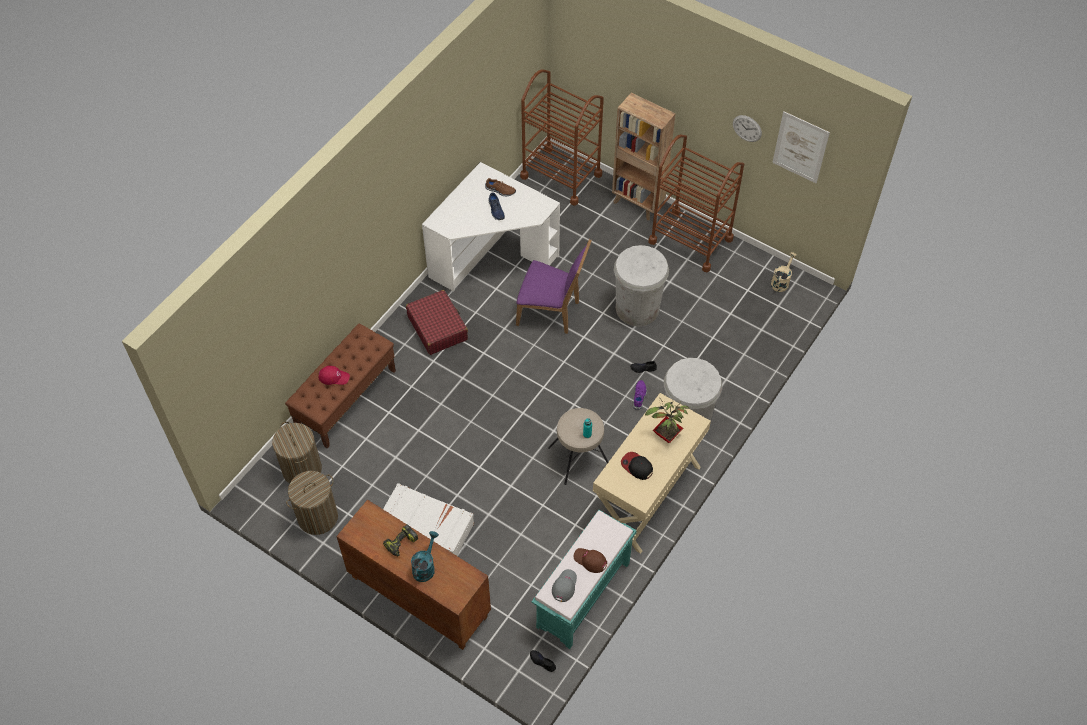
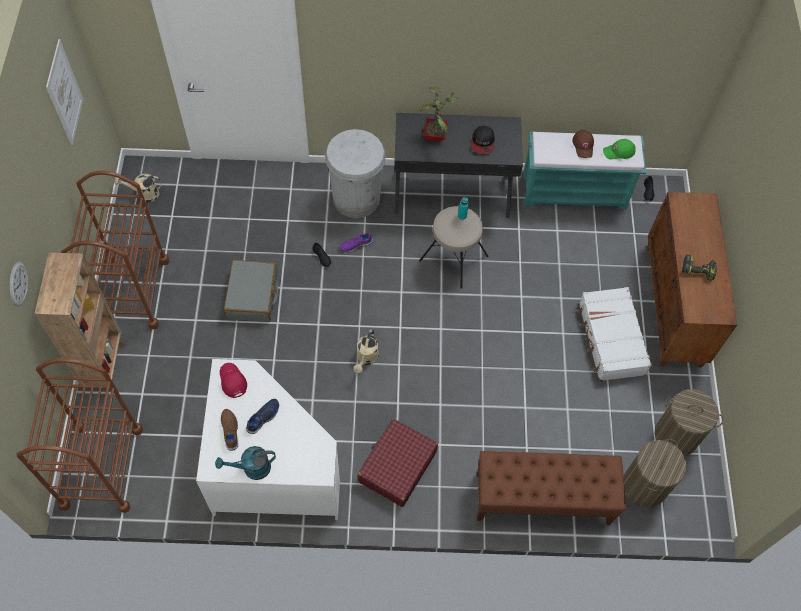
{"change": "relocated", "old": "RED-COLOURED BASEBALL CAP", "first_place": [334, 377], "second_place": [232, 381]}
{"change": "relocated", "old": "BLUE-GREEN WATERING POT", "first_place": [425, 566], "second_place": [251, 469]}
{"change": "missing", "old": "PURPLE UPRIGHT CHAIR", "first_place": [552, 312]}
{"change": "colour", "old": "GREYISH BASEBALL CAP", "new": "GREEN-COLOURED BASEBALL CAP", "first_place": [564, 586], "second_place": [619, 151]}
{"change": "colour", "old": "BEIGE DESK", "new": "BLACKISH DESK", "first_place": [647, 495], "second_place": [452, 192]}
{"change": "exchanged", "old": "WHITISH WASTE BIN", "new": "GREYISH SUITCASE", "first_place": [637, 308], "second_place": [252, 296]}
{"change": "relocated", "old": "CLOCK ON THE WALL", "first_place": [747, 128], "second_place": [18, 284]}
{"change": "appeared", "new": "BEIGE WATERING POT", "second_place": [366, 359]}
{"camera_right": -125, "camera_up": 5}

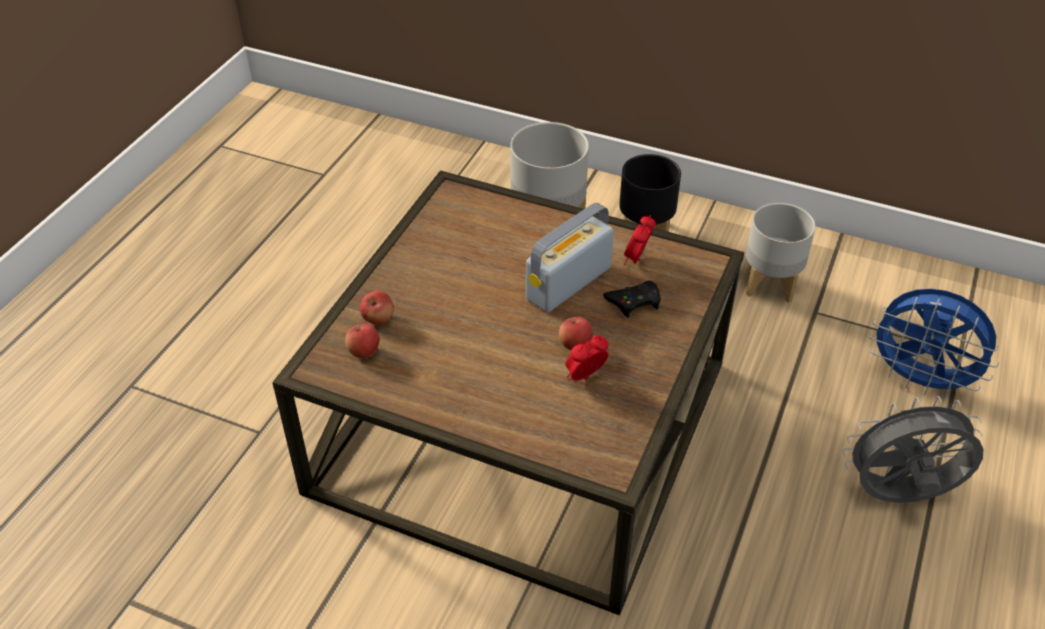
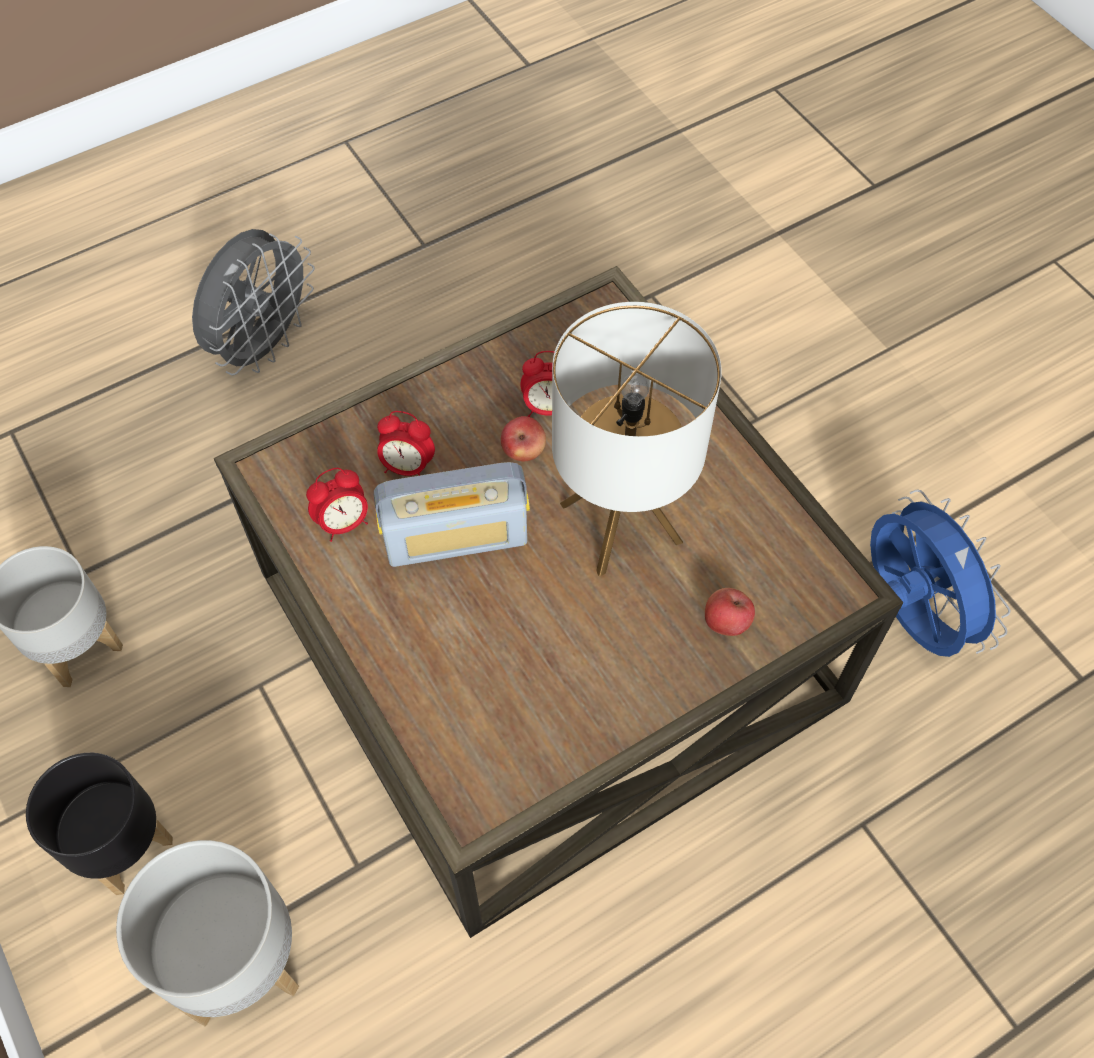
{"change": "missing", "old": "WHOLE APPLE", "first_place": [364, 352]}
{"change": "exchanged", "old": "BLACKISH GAMEPAD", "new": "BEDSIDE CLOCK", "first_place": [634, 302], "second_place": [407, 466]}
{"change": "spun", "old": "GREYISH FAN", "first_place": [899, 497], "second_place": [264, 345], "degrees": -90}
{"change": "relocated", "old": "BLUE-COLOURED FAN", "first_place": [920, 380], "second_place": [907, 617]}
{"change": "appeared", "new": "TABLE LAMP", "second_place": [620, 522]}
{"camera_right": -145, "camera_up": 15}

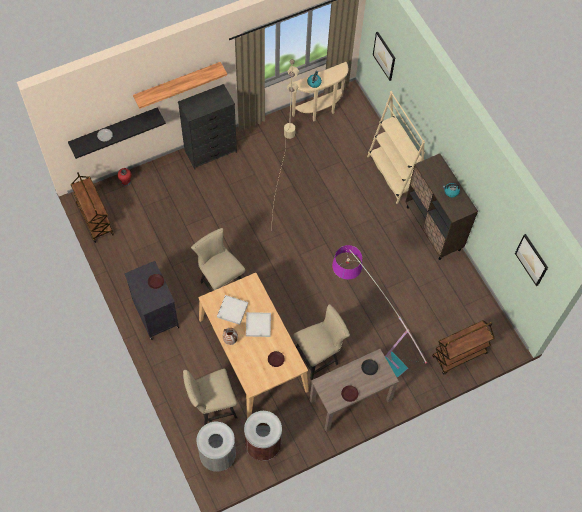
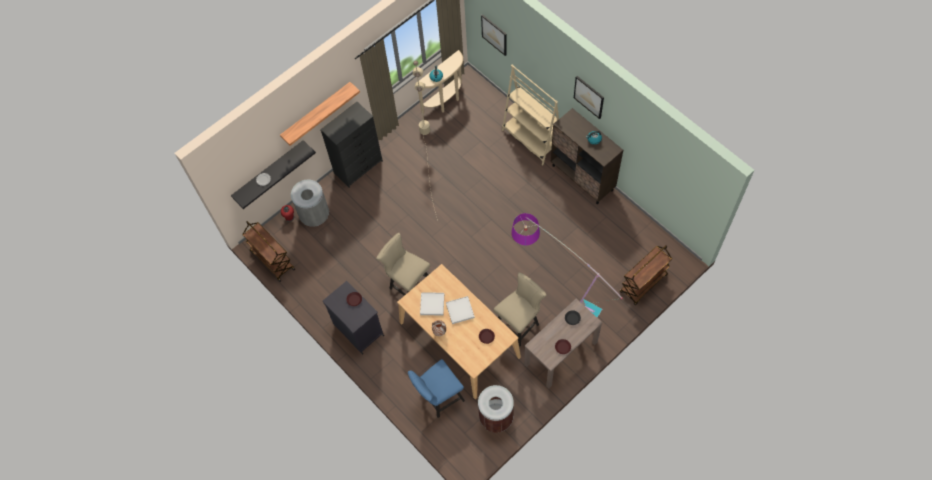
{"change": "colour", "old": "BEIGE UPRIGHT CHAIR", "new": "BLUE-COLOURED UPRIGHT CHAIR", "first_place": [212, 407], "second_place": [439, 398]}
{"change": "relocated", "old": "GREYISH WASTE BIN", "first_place": [217, 455], "second_place": [314, 215]}
{"change": "relocated", "old": "WALL ART", "first_place": [532, 259], "second_place": [589, 97]}
{"camera_right": -10, "camera_up": 0}

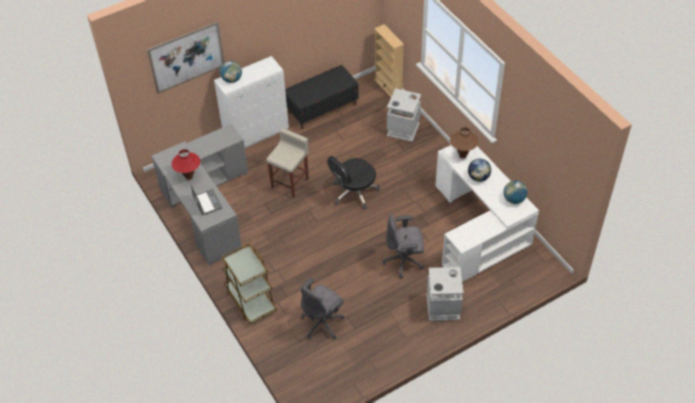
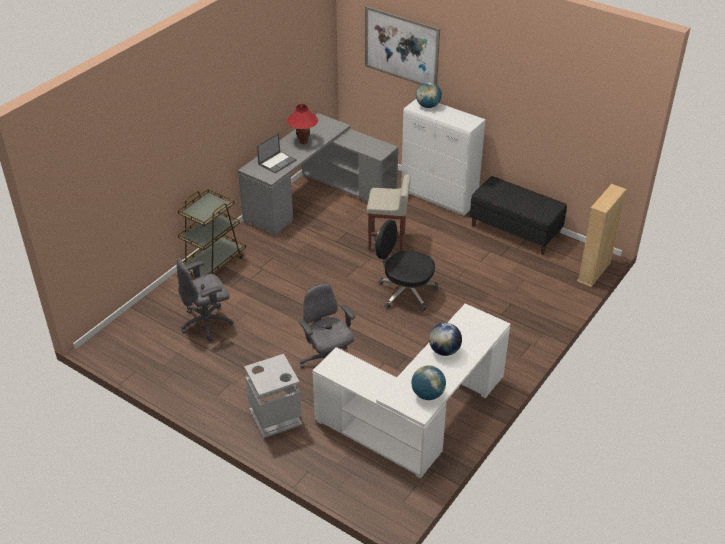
{"change": "spun", "old": "GREYISH DESK CHAIR", "first_place": [323, 323], "second_place": [207, 323], "degrees": -45}
{"change": "missing", "old": "GREYISH WASTE BIN", "first_place": [403, 129]}
{"change": "missing", "old": "BROWN TABLE LAMP", "first_place": [462, 156]}
{"camera_right": 65, "camera_up": -10}

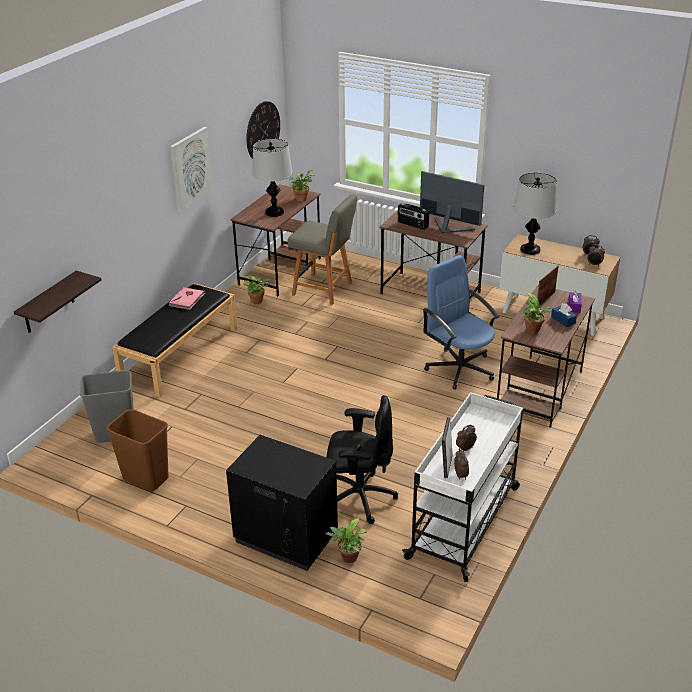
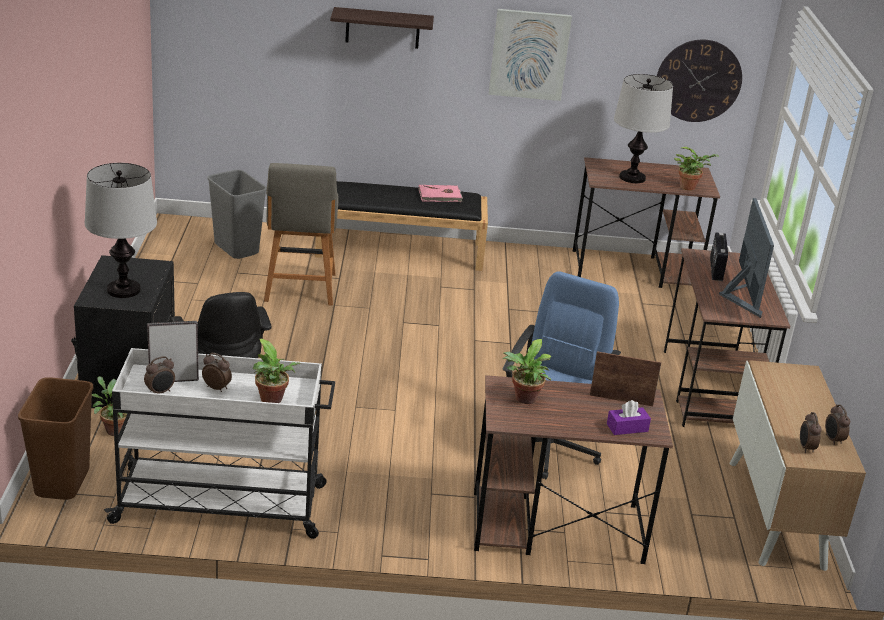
{"change": "relocated", "old": "BRACKET SHELF", "first_place": [48, 303], "second_place": [382, 28]}
{"change": "relocated", "old": "BROWN WASTE BIN", "first_place": [145, 479], "second_place": [61, 482]}
{"change": "relocated", "old": "POTTED PLANT", "first_place": [258, 301], "second_place": [273, 400]}
{"change": "relocated", "old": "GREYISH UPRIGHT CHAIR", "first_place": [324, 289], "second_place": [300, 289]}
{"change": "relocated", "old": "TABLE LAMP", "first_place": [530, 250], "second_place": [123, 290]}
{"change": "missing", "old": "BLUE-COLOURED BOX OF TISSUES", "first_place": [563, 320]}
{"camera_right": 60, "camera_up": -5}

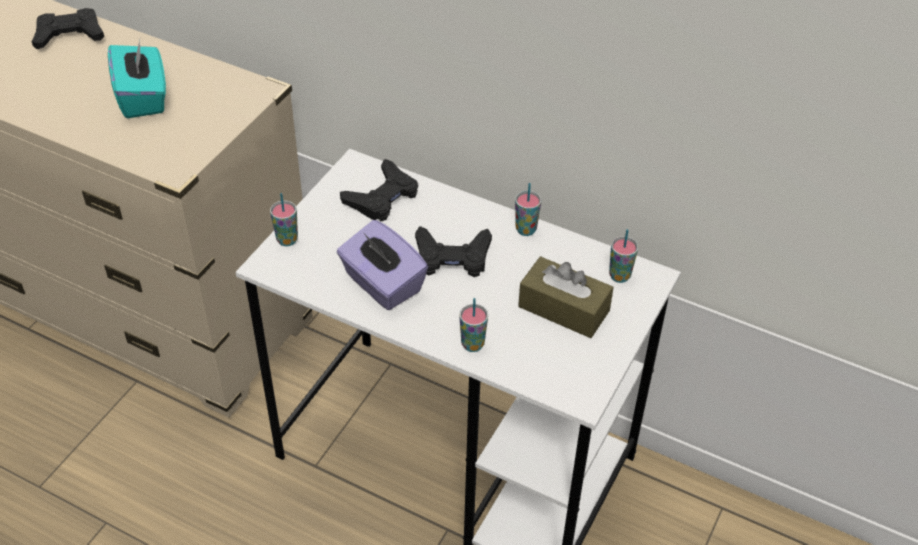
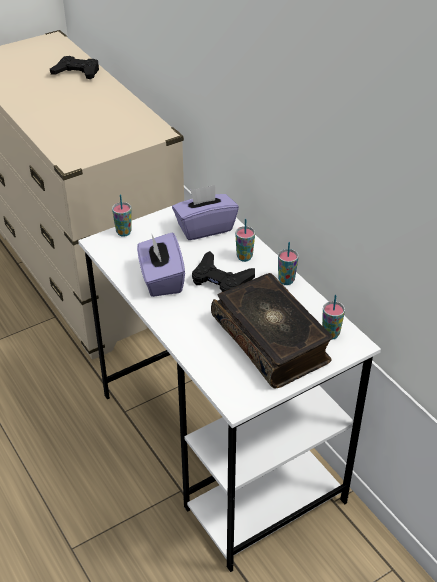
{"change": "missing", "old": "BLUE-GREEN BOX OF TISSUES", "first_place": [143, 98]}
{"change": "exchanged", "old": "BLACKISH GAMEPAD", "new": "PURPLE BOX OF TISSUES", "first_place": [382, 197], "second_place": [205, 228]}
{"change": "relocated", "old": "SMALL CUP", "first_place": [472, 344], "second_place": [244, 257]}
{"change": "exchanged", "old": "BROWN BOX OF TISSUES", "new": "VOLUME", "first_place": [563, 308], "second_place": [272, 340]}
{"camera_right": 30, "camera_up": -5}

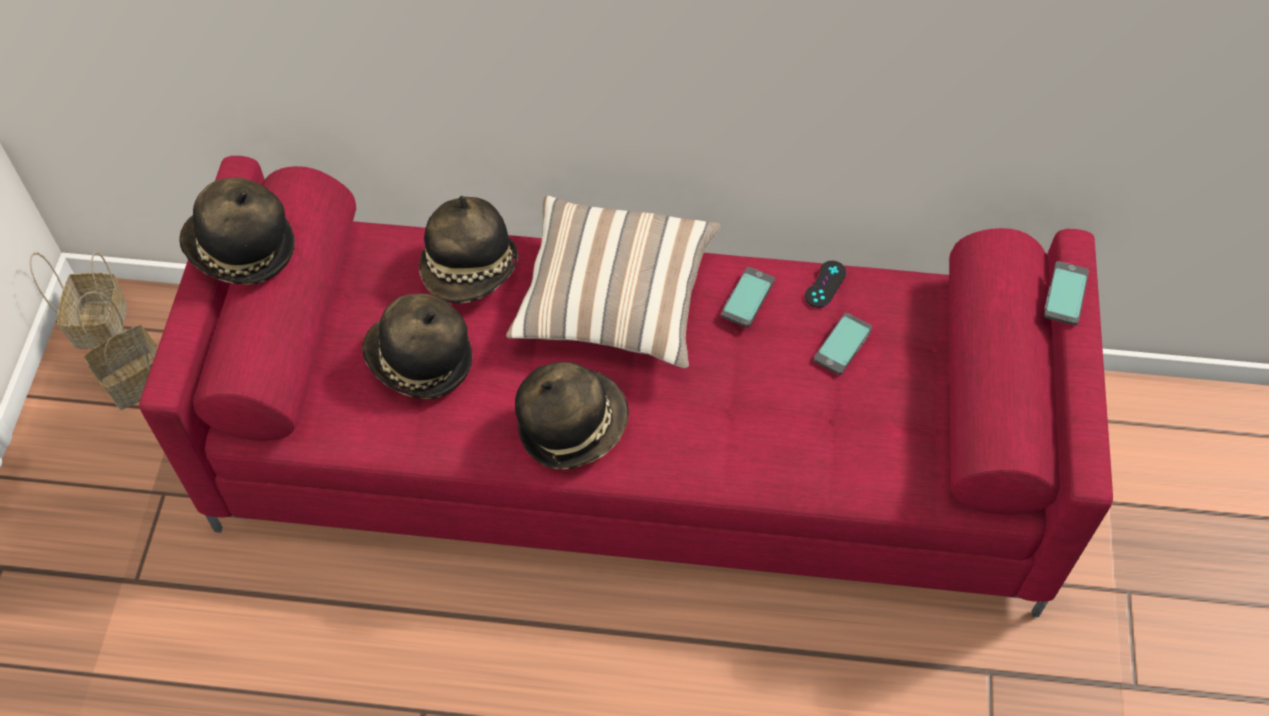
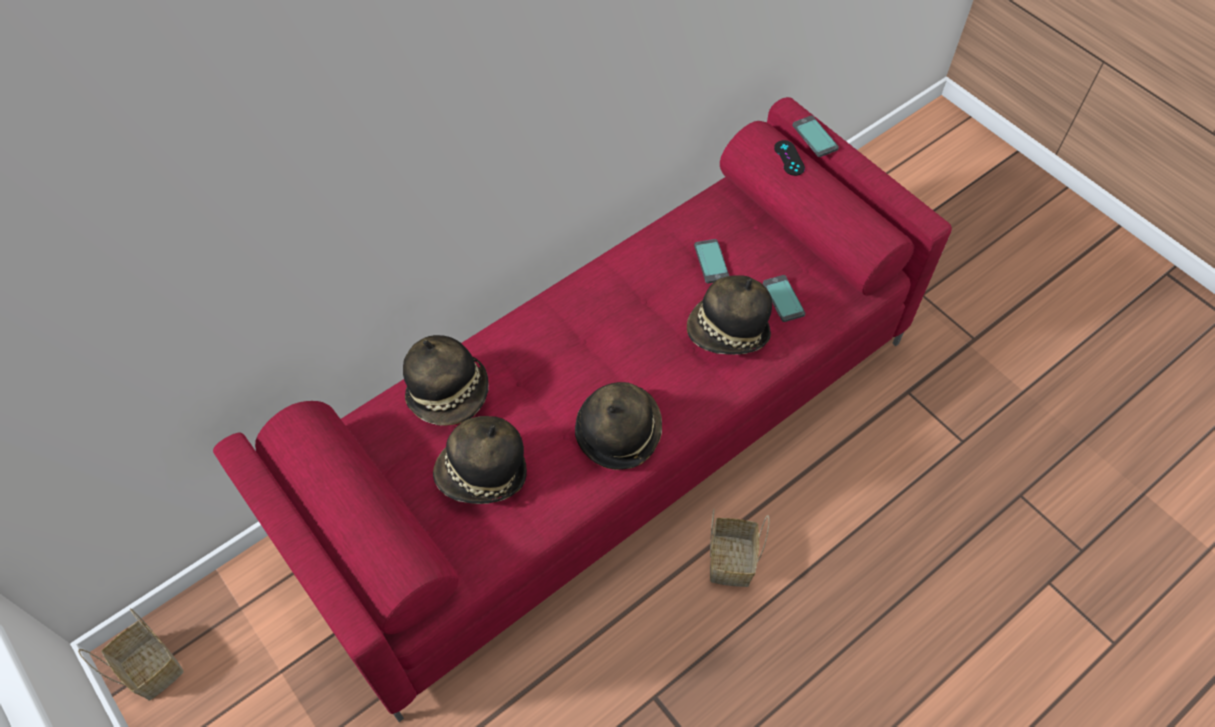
{"change": "relocated", "old": "HOUSEHOLD BASKET", "first_place": [137, 378], "second_place": [730, 559]}
{"change": "relocated", "old": "CLOTHING HAT", "first_place": [241, 251], "second_place": [728, 333]}
{"change": "missing", "old": "THROW PILLOW", "first_place": [615, 301]}
{"change": "relocated", "old": "TELEPHONE", "first_place": [747, 298], "second_place": [783, 299]}
{"change": "relocated", "old": "BLACKISH GAMEPAD", "first_place": [825, 284], "second_place": [789, 158]}
{"camera_right": -45, "camera_up": 0}

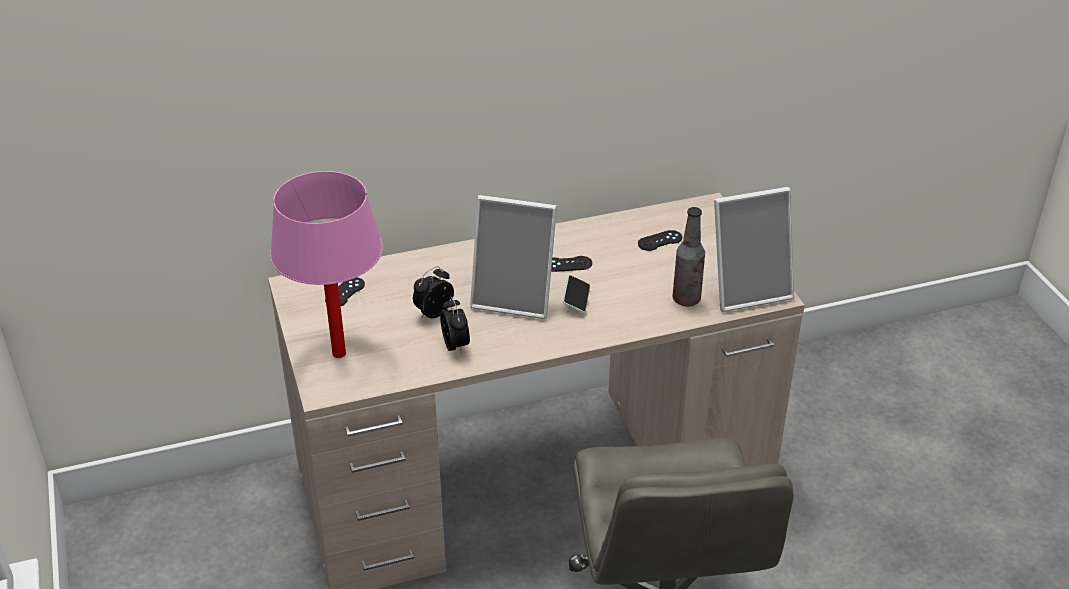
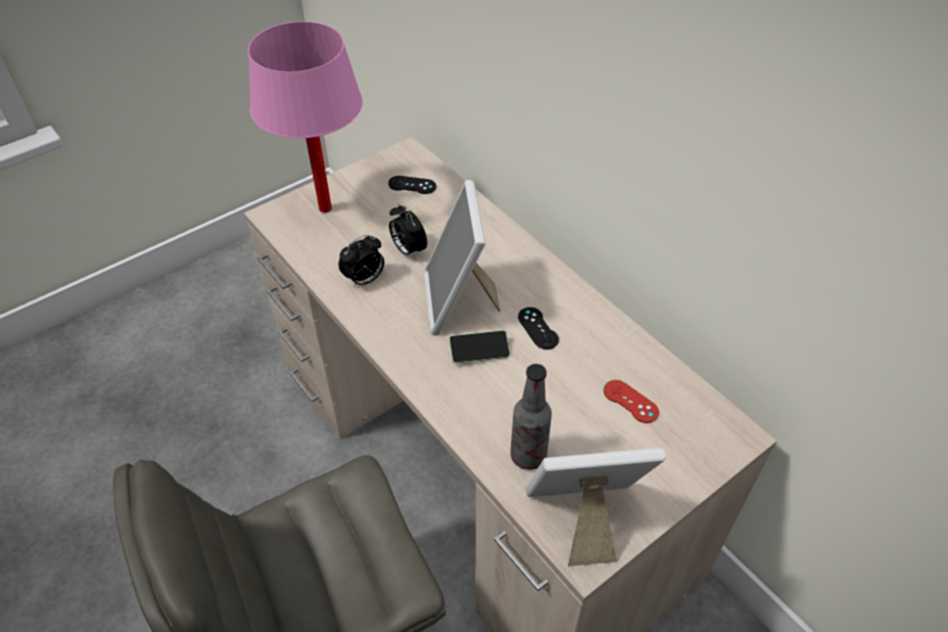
{"change": "spun", "old": "BEDSIDE CLOCK", "first_place": [433, 312], "second_place": [408, 250], "degrees": -150}
{"change": "colour", "old": "BLACKISH GAMEPAD", "new": "RED-COLOURED GAMEPAD", "first_place": [660, 241], "second_place": [630, 401]}
{"change": "spun", "old": "STANDING FRAME", "first_place": [747, 289], "second_place": [582, 519], "degrees": 120}
{"camera_right": 70, "camera_up": 10}

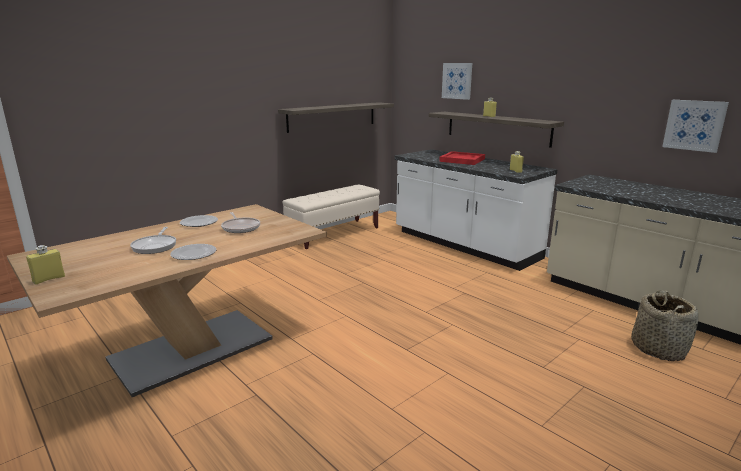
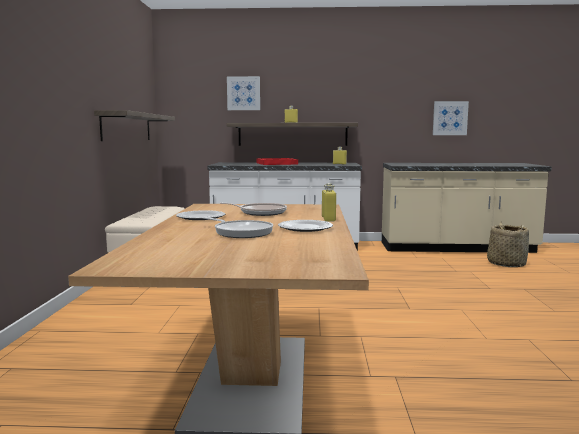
{"change": "relocated", "old": "YELLOWISH BEVERAGE BOTTLE", "first_place": [49, 279], "second_place": [328, 219]}
{"camera_right": -45, "camera_up": -10}

